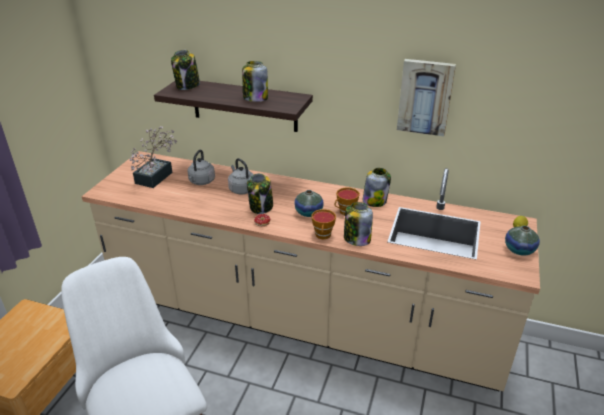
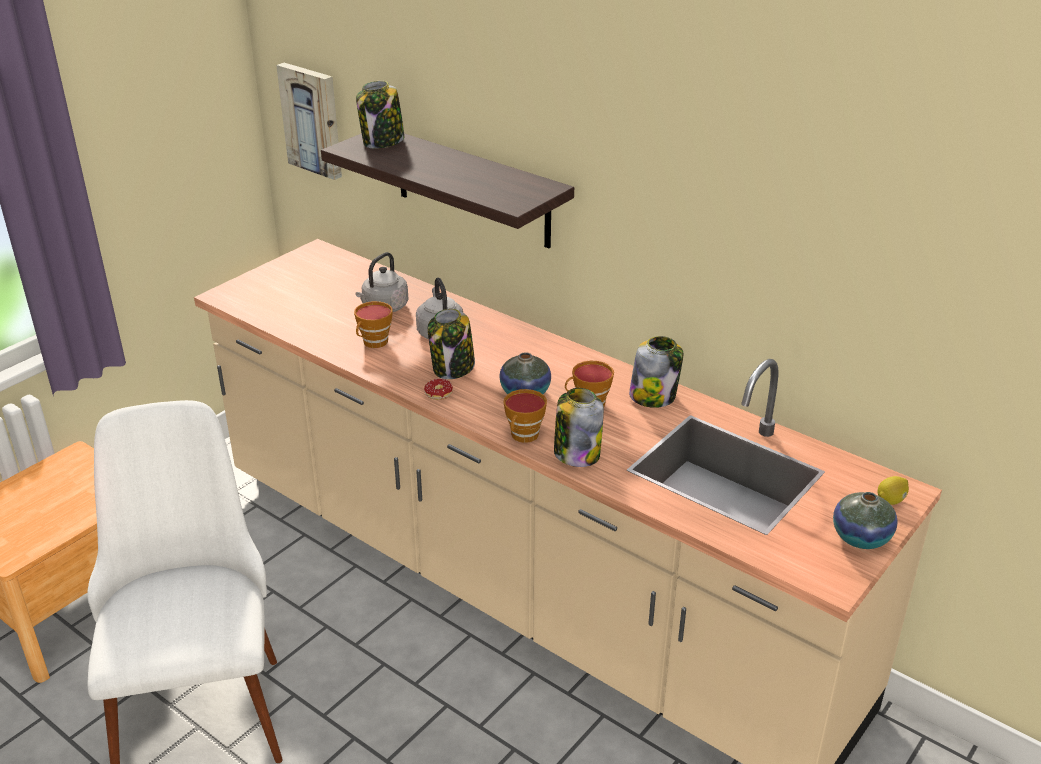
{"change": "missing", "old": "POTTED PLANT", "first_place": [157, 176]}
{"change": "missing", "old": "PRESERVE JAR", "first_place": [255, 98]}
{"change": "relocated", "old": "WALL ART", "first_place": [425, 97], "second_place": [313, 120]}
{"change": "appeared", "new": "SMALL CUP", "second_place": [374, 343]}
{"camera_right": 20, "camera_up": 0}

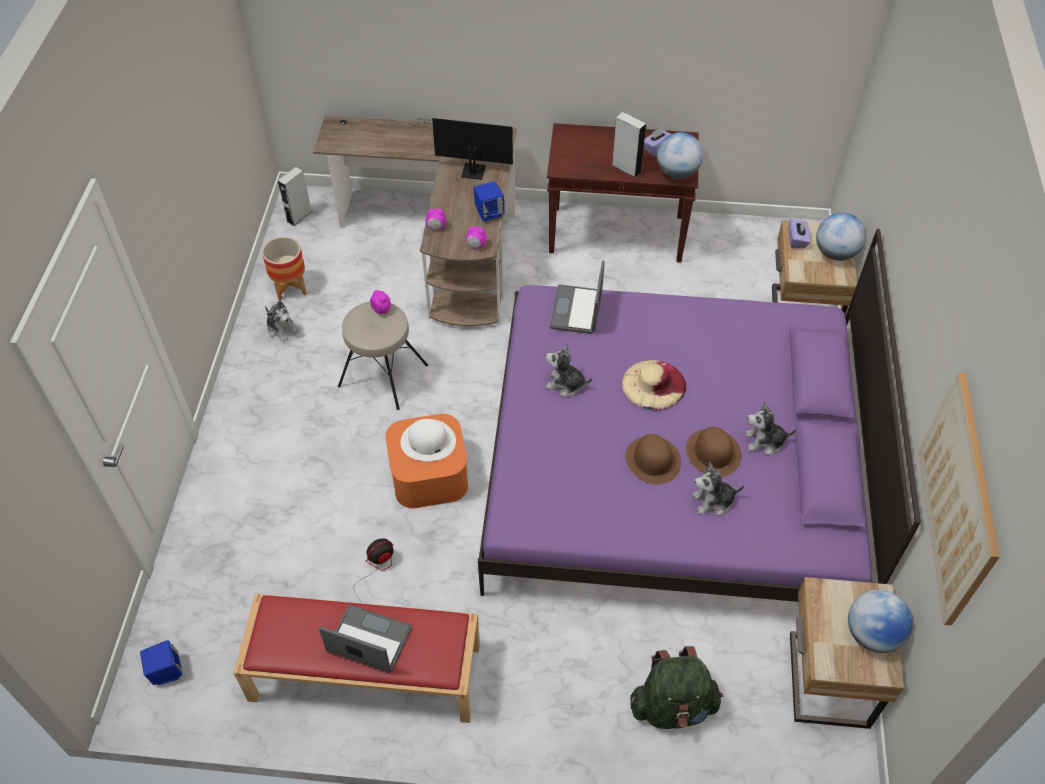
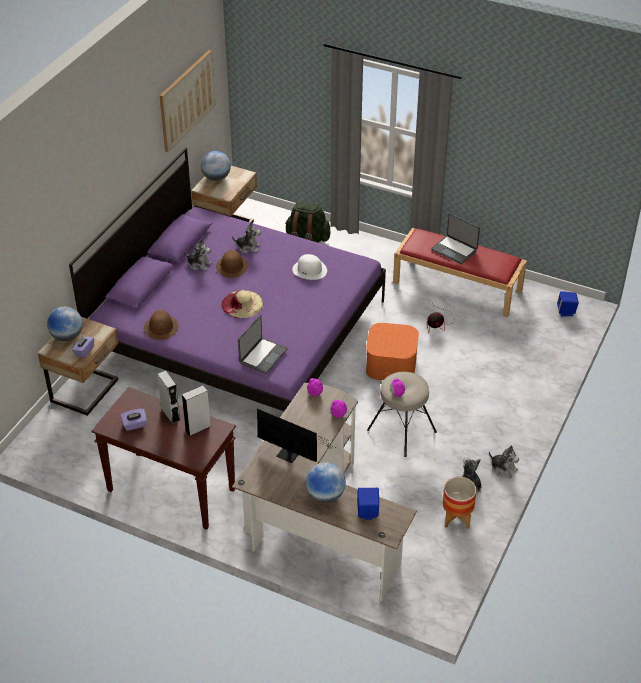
{"change": "relocated", "old": "GREYISH AUDIO SPEAKER", "first_place": [299, 216], "second_place": [198, 428]}
{"change": "relocated", "old": "WHITISH CLOTHING HAT", "first_place": [428, 441], "second_place": [309, 270]}
{"change": "relocated", "old": "BLUE-COLOURED AUDIO SPEAKER", "first_place": [489, 213], "second_place": [367, 512]}
{"change": "relocated", "old": "CUDDLY TOY", "first_place": [565, 384], "second_place": [503, 469]}
{"change": "relocated", "old": "BROWN CLOTHING HAT", "first_place": [652, 460], "second_place": [161, 327]}
{"change": "relocated", "old": "GLOBE", "first_place": [677, 173], "second_place": [325, 495]}
{"camera_right": -160, "camera_up": -10}

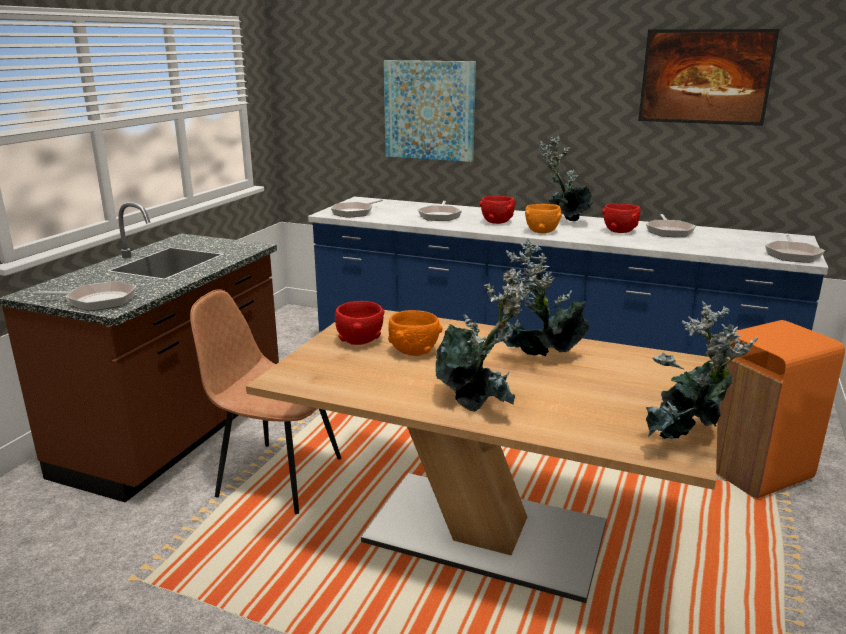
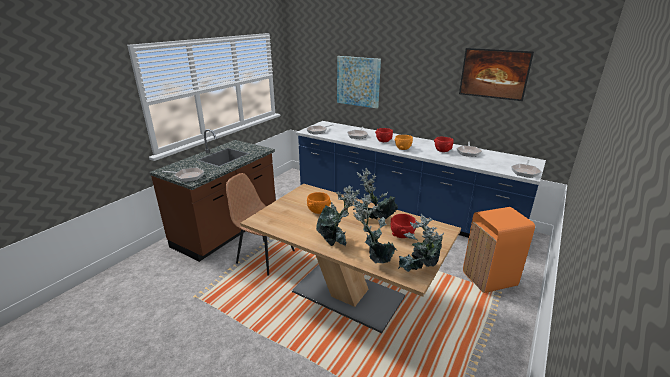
{"change": "relocated", "old": "RED-COLOURED DEEP DISH", "first_place": [359, 341], "second_place": [402, 235]}
{"change": "relocated", "old": "POTTED PLANT", "first_place": [564, 222], "second_place": [374, 259]}
{"camera_right": 10, "camera_up": 5}

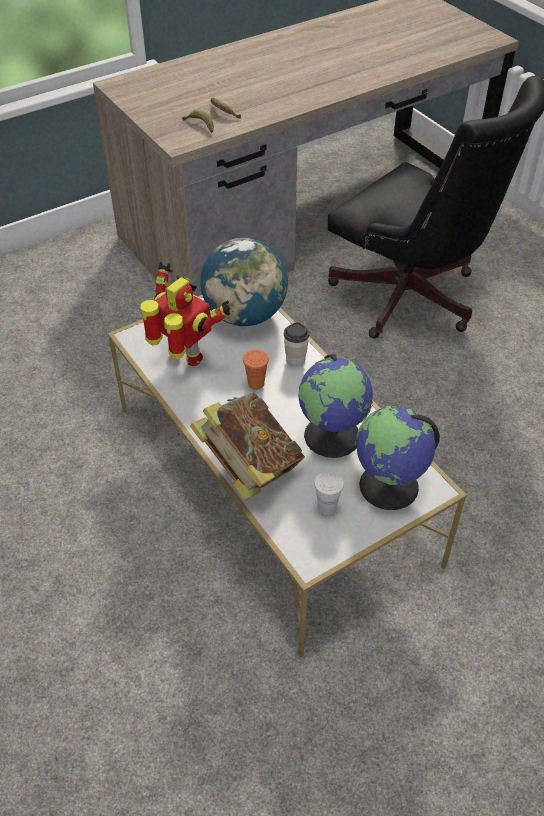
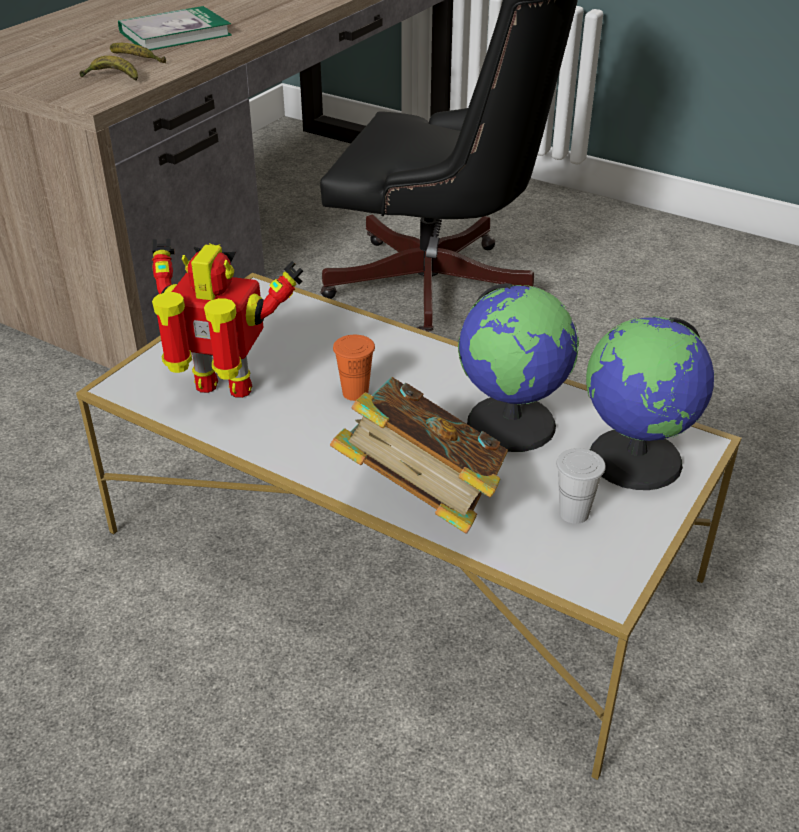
{"change": "missing", "old": "GLOBE", "first_place": [245, 315]}
{"change": "missing", "old": "SMALL CUP", "first_place": [295, 359]}
{"change": "appeared", "new": "VOLUME", "second_place": [175, 34]}
{"camera_right": -25, "camera_up": -10}

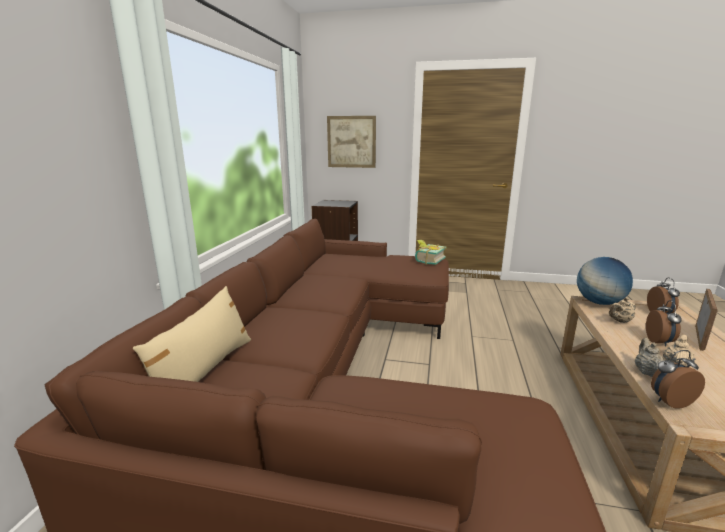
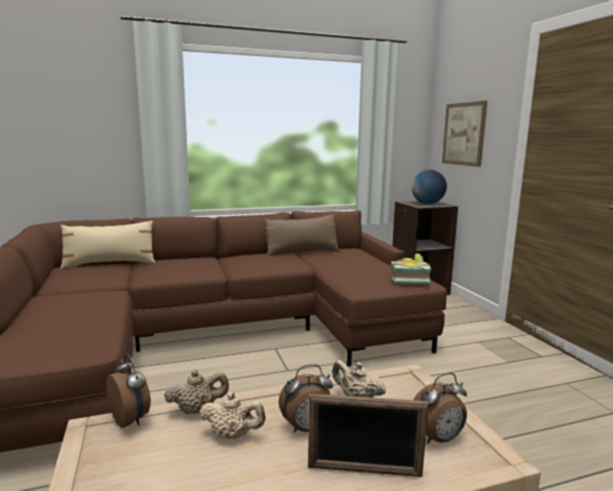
{"change": "relocated", "old": "GLOBE", "first_place": [599, 302], "second_place": [427, 203]}
{"change": "appeared", "new": "BROWN THROW PILLOW", "second_place": [302, 253]}
{"camera_right": 60, "camera_up": -5}

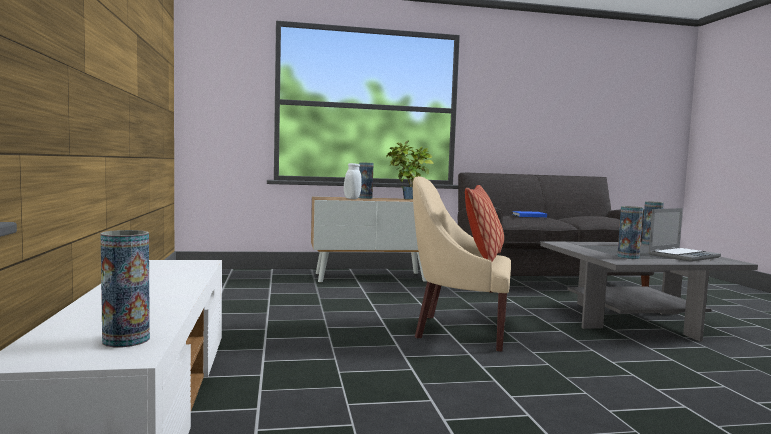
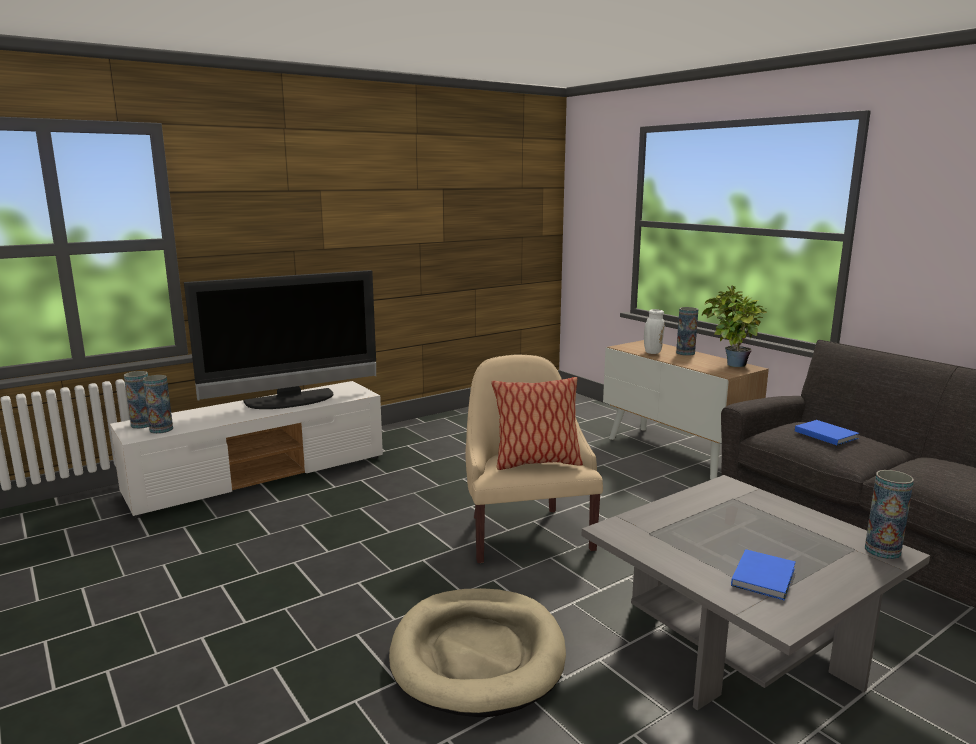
{"change": "relocated", "old": "FLOWER VASE", "first_place": [628, 257], "second_place": [142, 425]}
{"change": "exchanged", "old": "LAPTOP", "new": "BLUE-COLOURED VOLUME", "first_place": [683, 256], "second_place": [764, 576]}
{"change": "appeared", "new": "TV SET", "second_place": [291, 400]}
{"change": "appeared", "new": "BEIGE DOG BED", "second_place": [478, 655]}
{"camera_right": 65, "camera_up": 10}

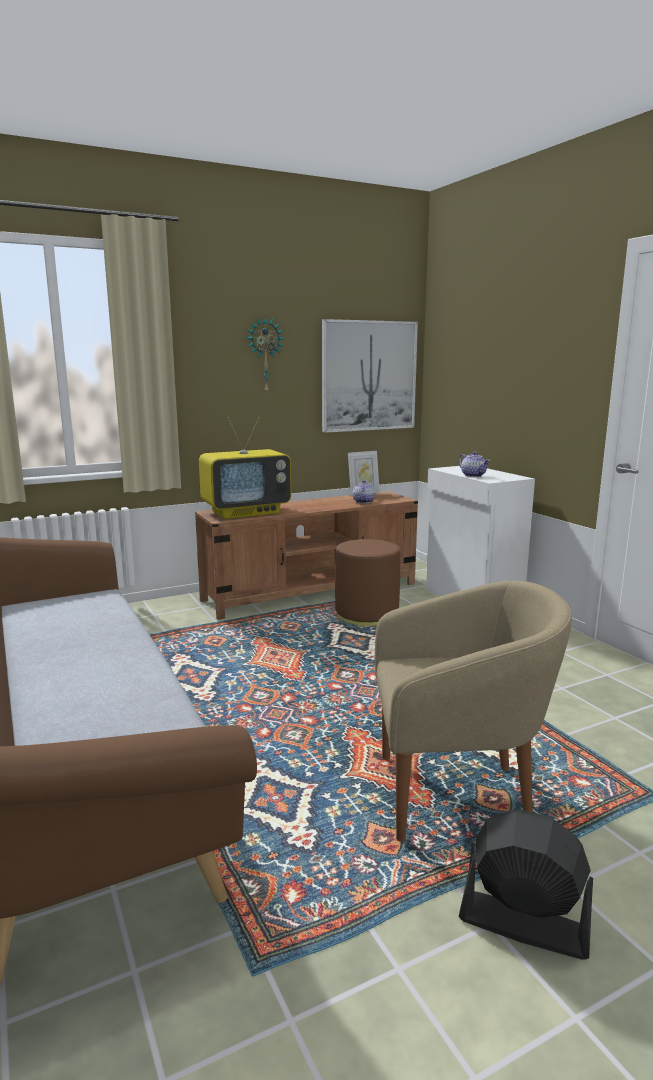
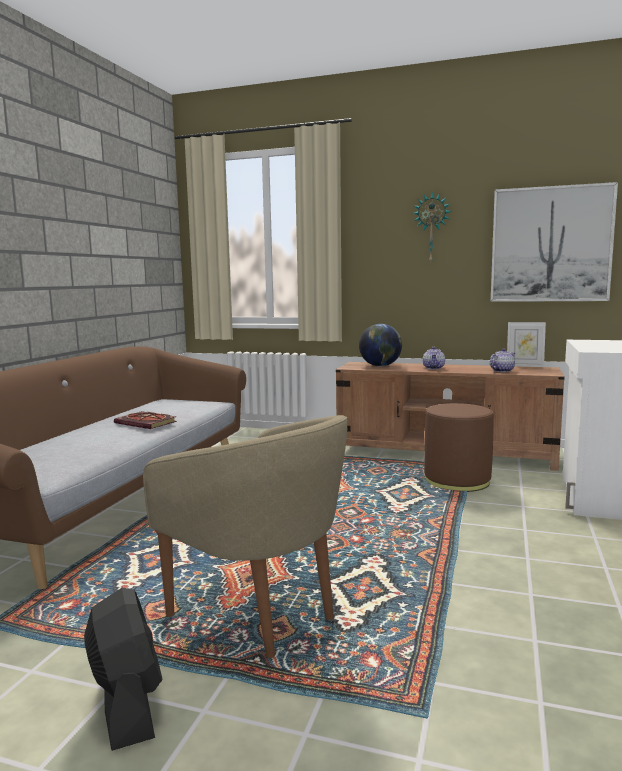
{"change": "exchanged", "old": "TV SET", "new": "GLOBE", "first_place": [246, 512], "second_place": [380, 366]}
{"change": "relocated", "old": "TEA POT", "first_place": [473, 475], "second_place": [434, 368]}
{"change": "appeared", "new": "VOLUME", "second_place": [147, 423]}
{"camera_right": 45, "camera_up": -5}

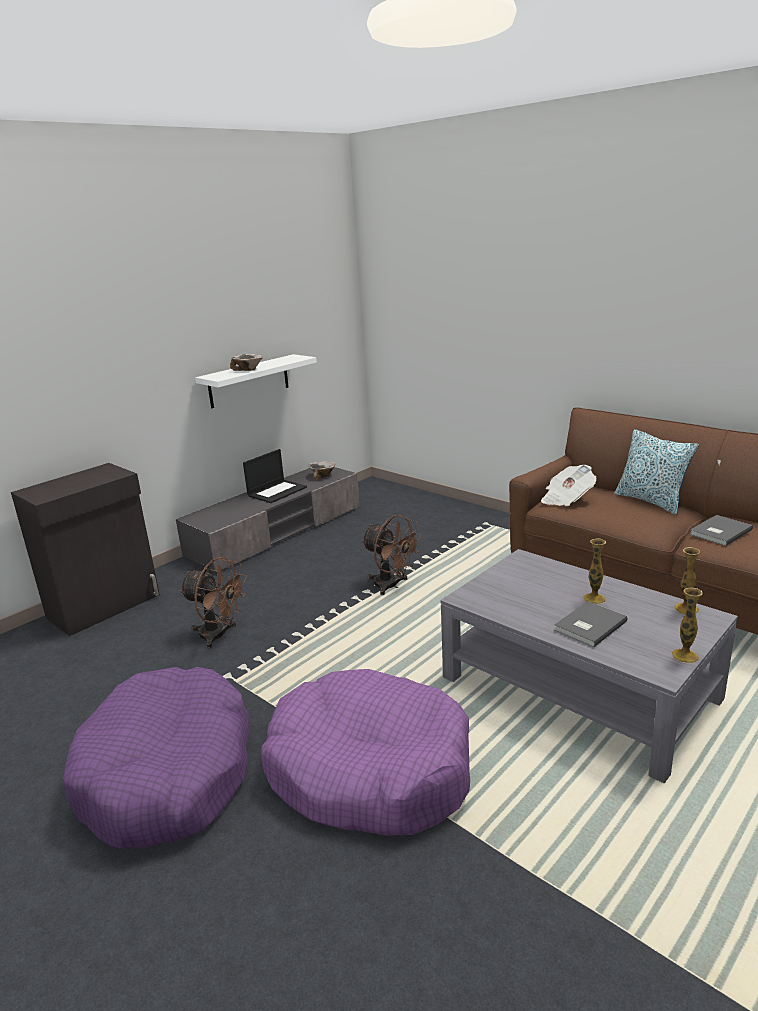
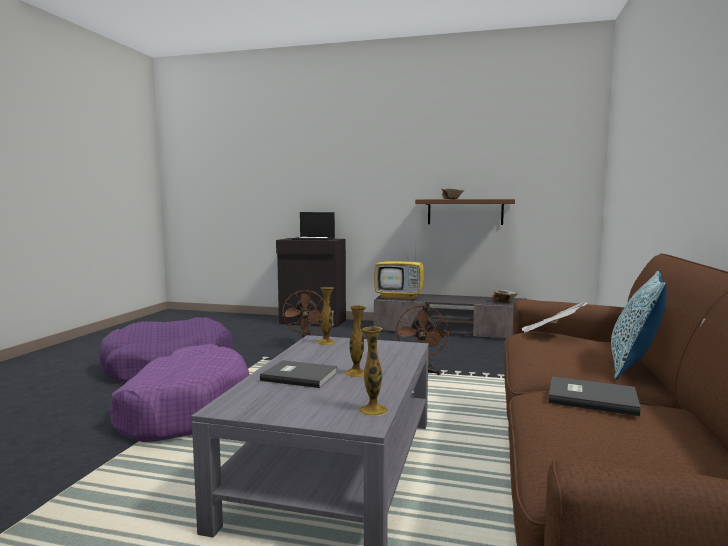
{"change": "colour", "old": "WHITISH BRACKET SHELF", "new": "BROWN BRACKET SHELF", "first_place": [249, 381], "second_place": [465, 212]}
{"change": "relocated", "old": "LAPTOP", "first_place": [277, 491], "second_place": [314, 239]}
{"change": "relocated", "old": "FLOWER VASE", "first_place": [685, 656], "second_place": [325, 342]}
{"change": "appeared", "new": "TV SET", "second_place": [400, 298]}
{"camera_right": 60, "camera_up": -15}

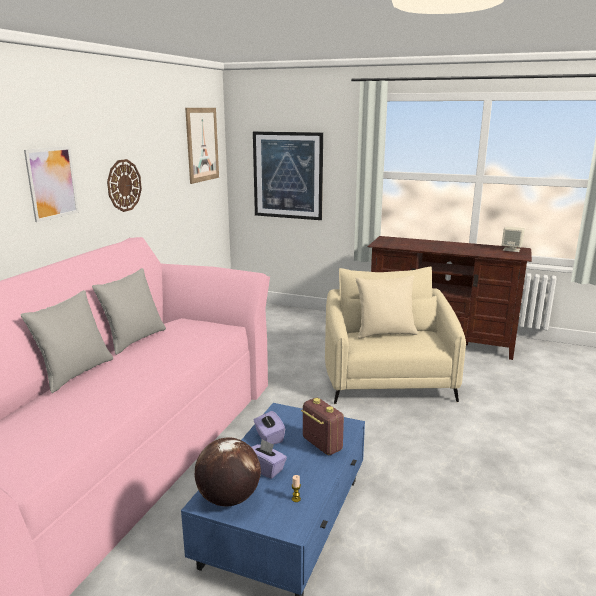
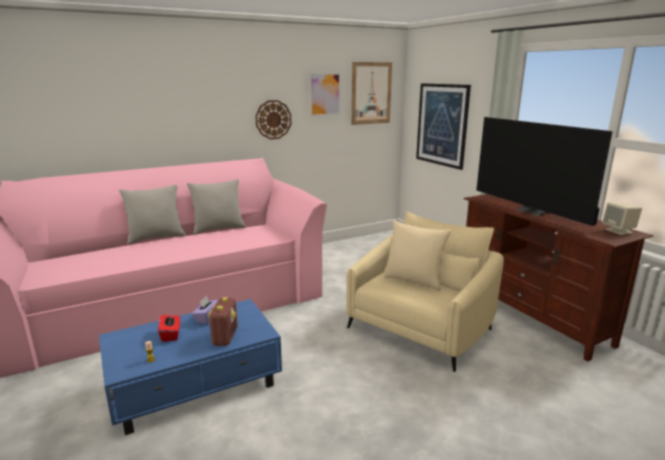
{"change": "relocated", "old": "WALL ART", "first_place": [52, 183], "second_place": [325, 94]}
{"change": "missing", "old": "GLOBE", "first_place": [228, 498]}
{"change": "colour", "old": "PURPLE BOX OF TISSUES", "new": "RED-COLOURED BOX OF TISSUES", "first_place": [265, 469], "second_place": [171, 335]}
{"change": "appeared", "new": "TV SET", "second_place": [533, 211]}
{"camera_right": 40, "camera_up": 0}

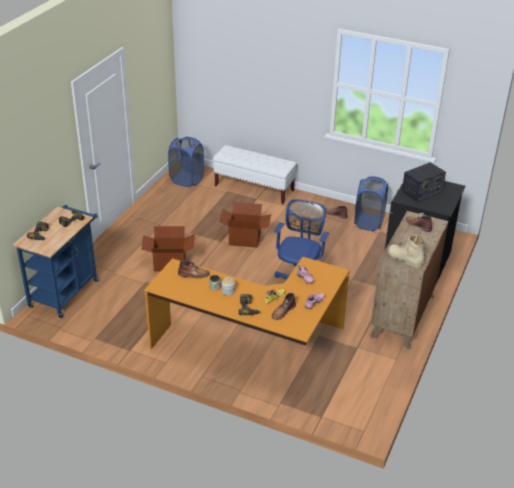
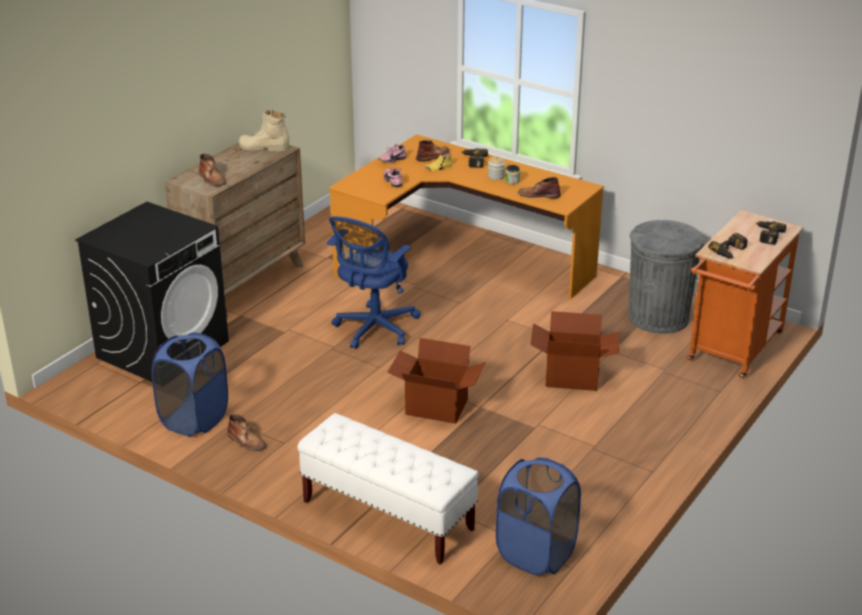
{"change": "colour", "old": "BLUE-COLOURED CART", "new": "ORANGEY CART", "first_place": [66, 290], "second_place": [732, 350]}
{"change": "spun", "old": "BEIGE HIGH-TOP BOOT", "first_place": [405, 259], "second_place": [264, 147], "degrees": 135}
{"change": "missing", "old": "RADIO", "first_place": [422, 191]}
{"change": "appeared", "new": "GREYISH WASTE BIN", "second_place": [658, 317]}
{"camera_right": -170, "camera_up": -5}

